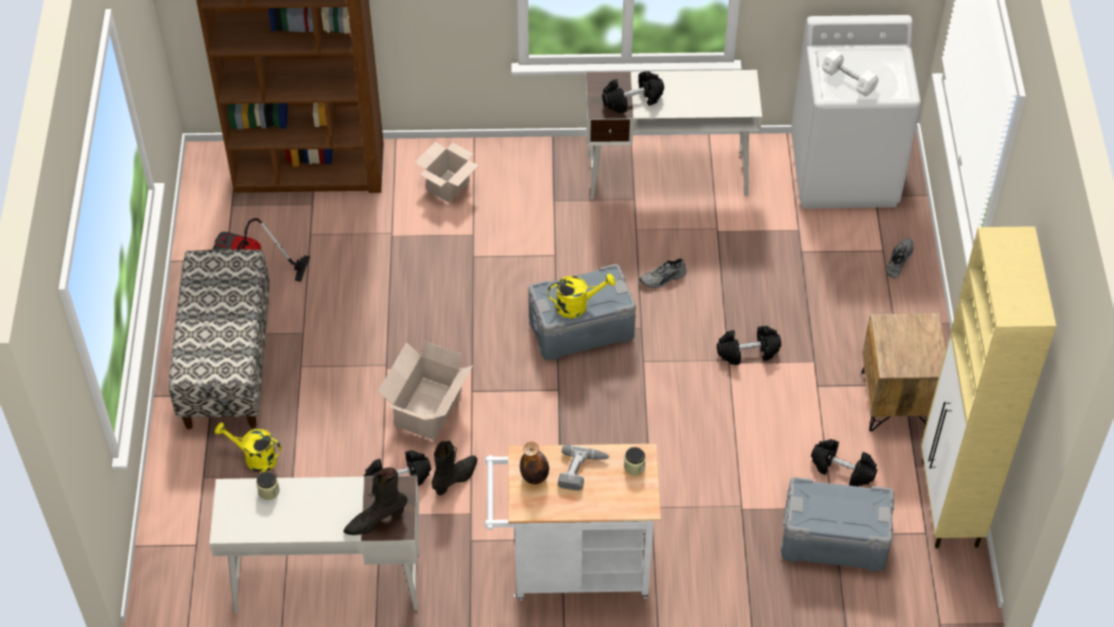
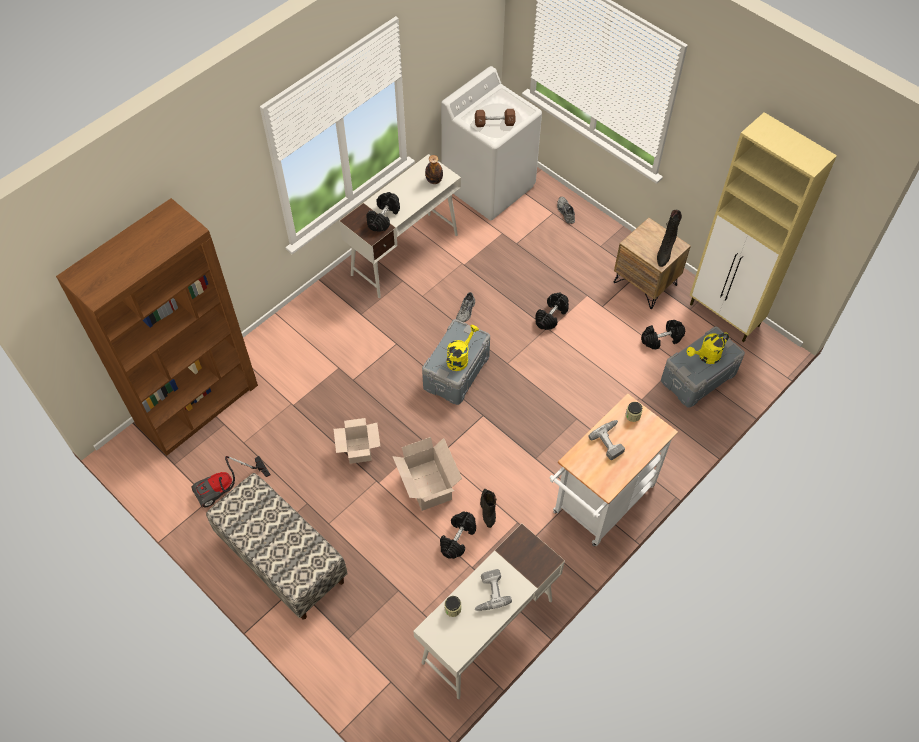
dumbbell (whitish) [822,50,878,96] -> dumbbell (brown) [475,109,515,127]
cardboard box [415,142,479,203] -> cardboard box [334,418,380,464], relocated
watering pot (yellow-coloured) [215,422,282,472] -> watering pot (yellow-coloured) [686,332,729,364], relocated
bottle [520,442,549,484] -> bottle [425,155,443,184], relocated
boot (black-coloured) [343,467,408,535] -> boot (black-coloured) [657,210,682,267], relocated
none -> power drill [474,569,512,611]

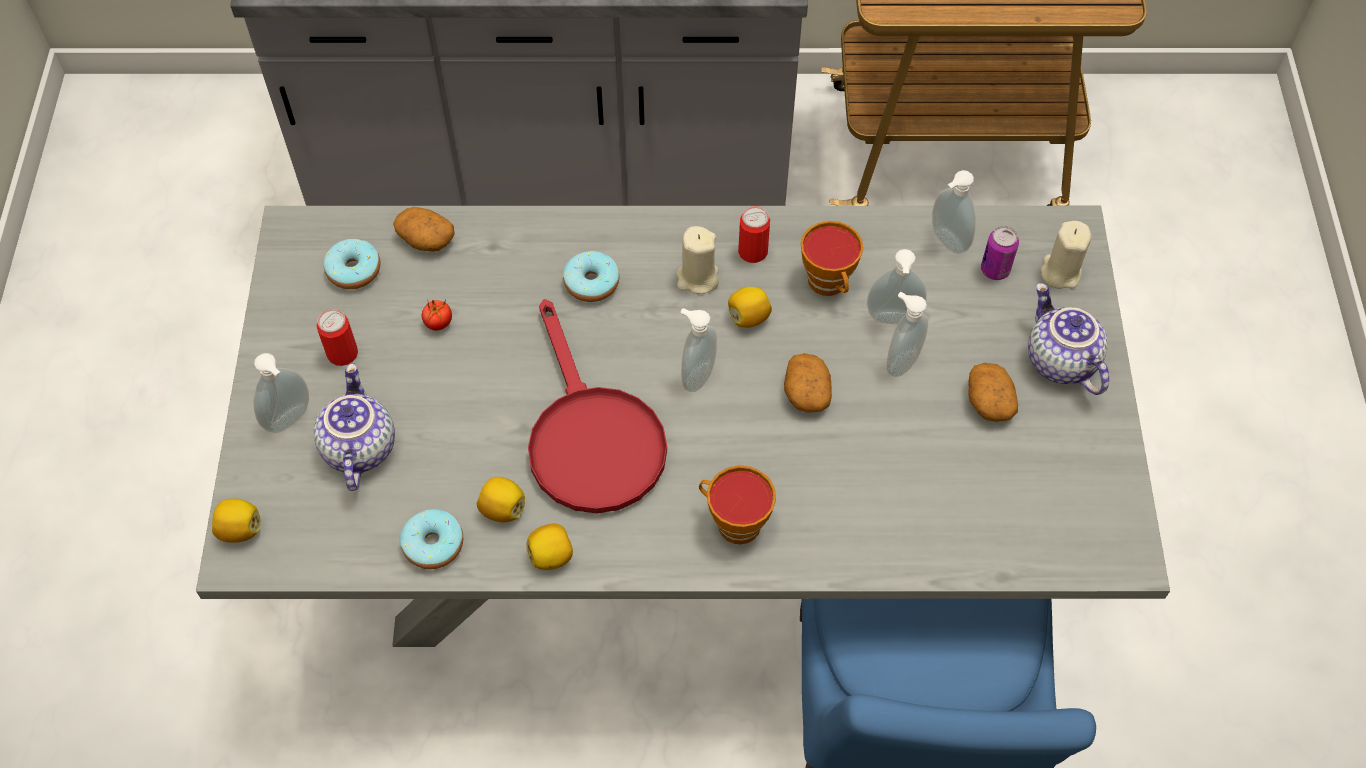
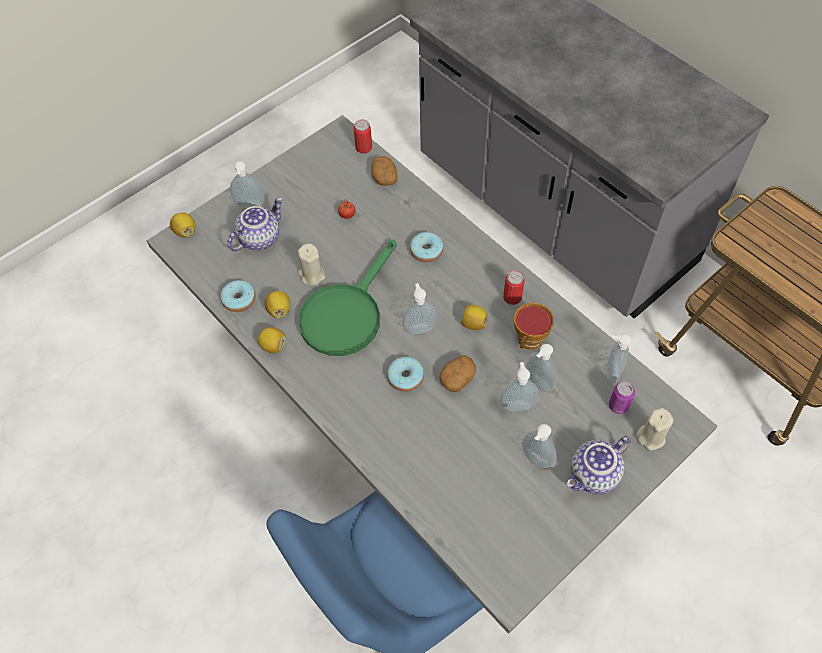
candle (beige-coloured) [676,226,719,294] -> candle (beige-coloured) [298,244,325,286], relocated
donut [324,239,380,289] -> donut [387,357,424,392], relocated
teapot [1028,283,1109,395] -> teapot [566,436,631,494], 150 degrees counterclockwise
pan (reddish) [528,299,667,513] -> pan (greenish) [298,239,397,356]
metal can [317,309,358,366] -> metal can [354,119,372,153], relocated
potato [968,363,1018,422] -> soap dispenser [522,424,556,469]
drinking cup [699,465,776,544] -> none

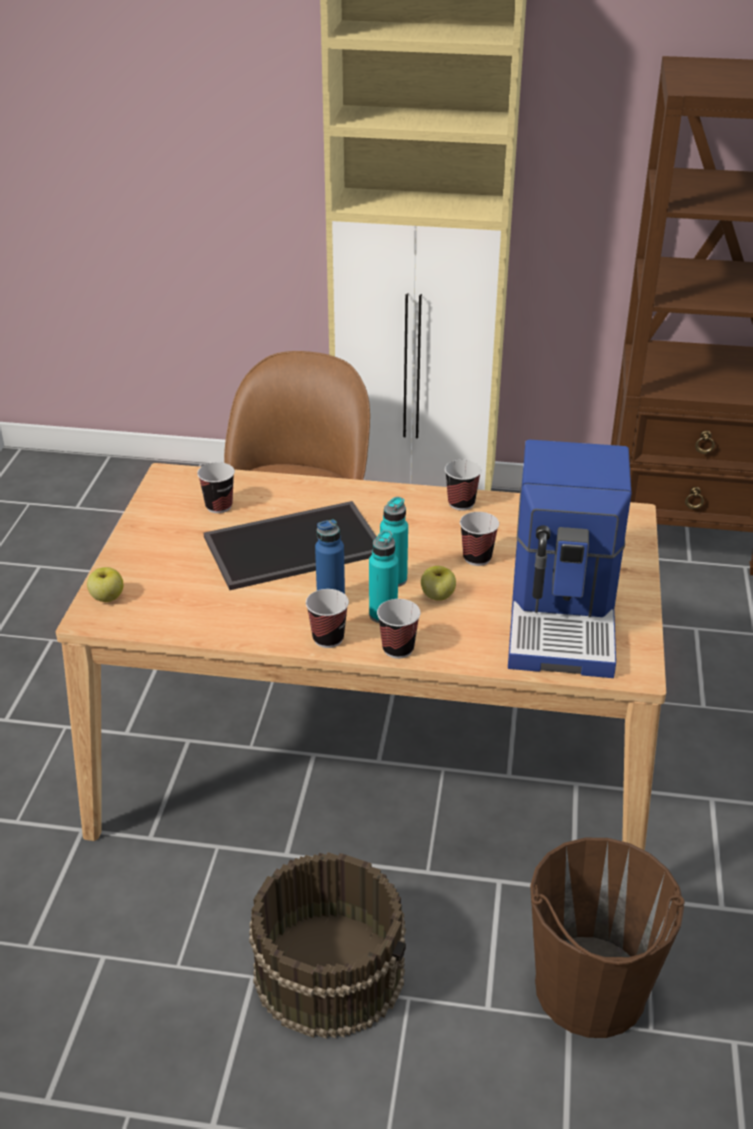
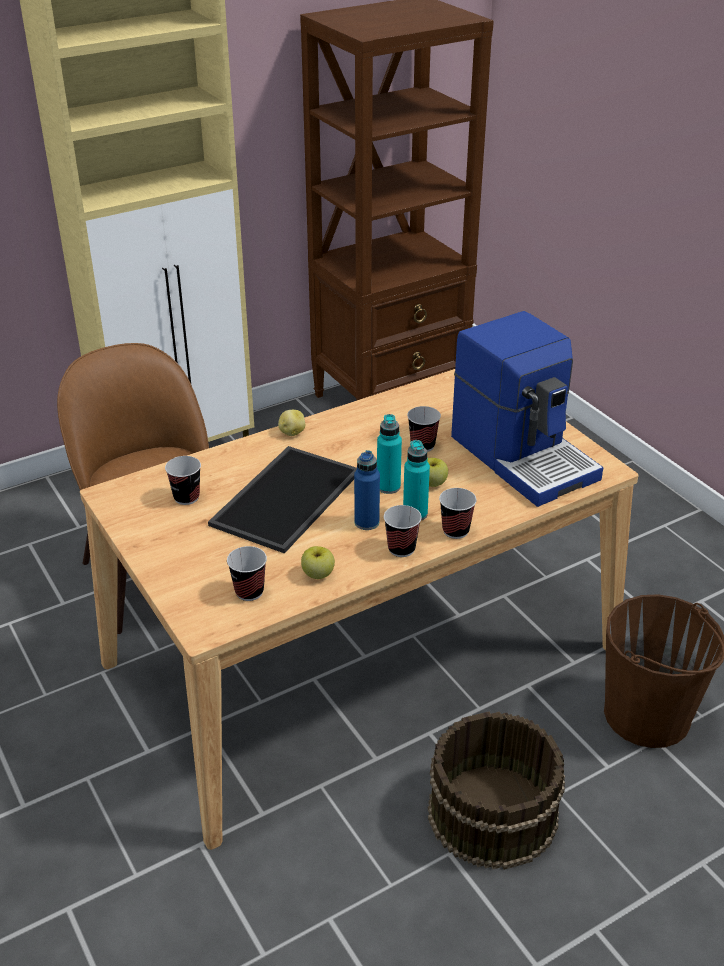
drinking cup [445,460,482,511] -> drinking cup [227,546,267,601], relocated
apple [87,567,123,602] -> apple [301,546,335,579], relocated
none -> potato [278,410,305,436]

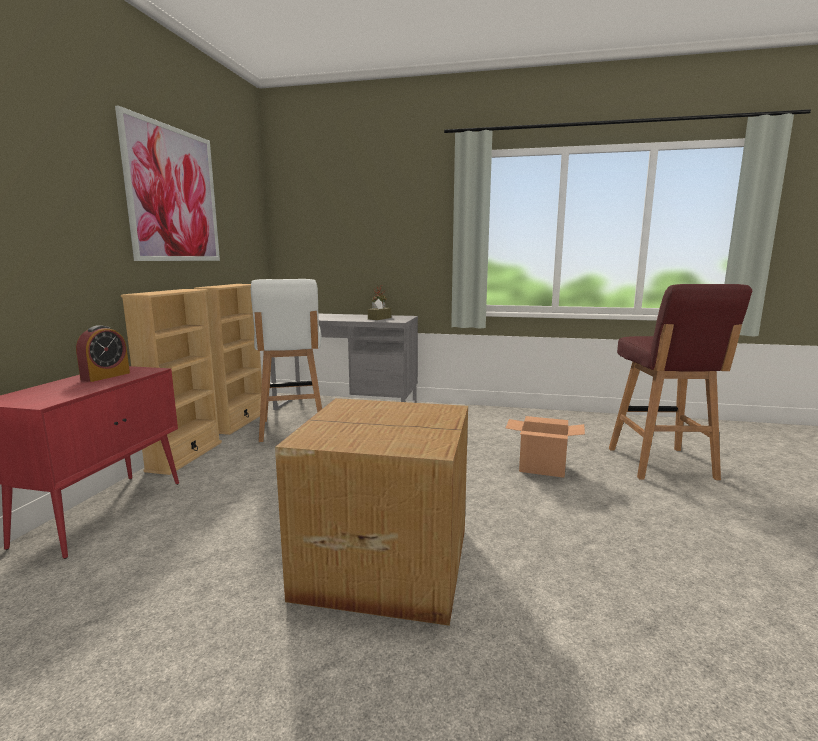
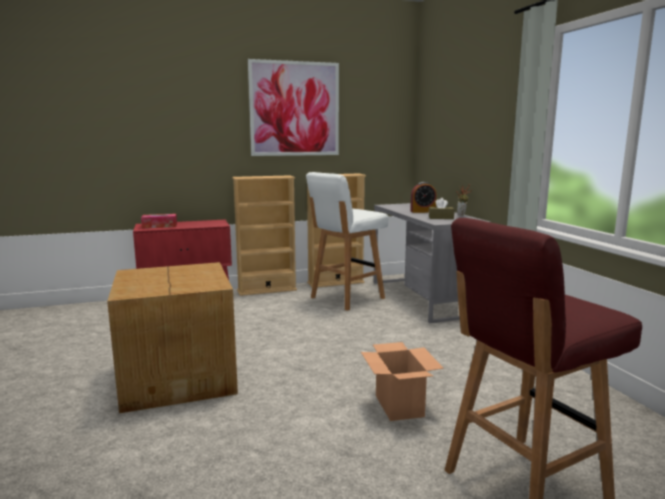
alarm clock [76,325,130,382] -> alarm clock [410,182,437,213], relocated
none -> tissue holder [141,214,177,228]

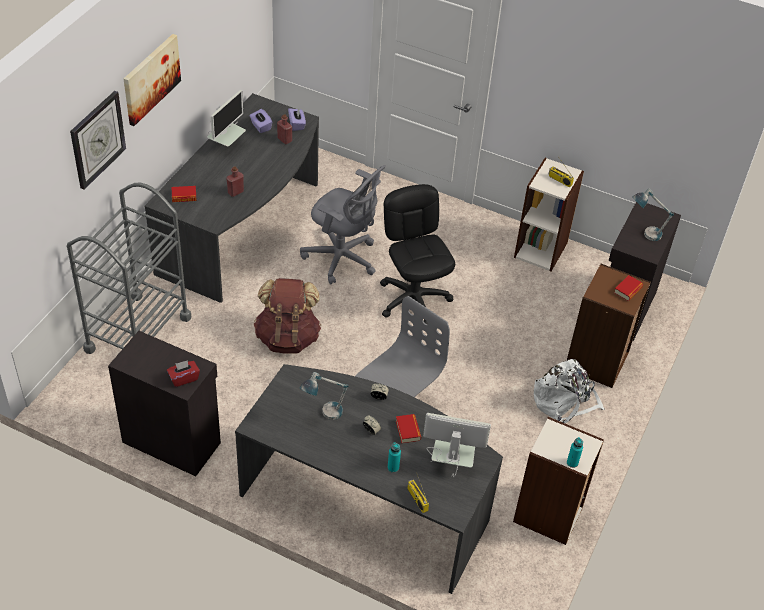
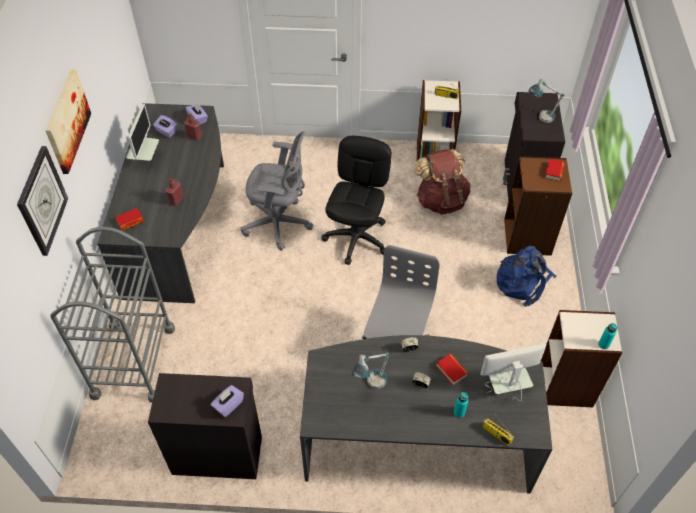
office chair (black-coloured) [380,184,455,324] -> office chair (black-coloured) [321,136,392,265], 60 degrees clockwise
rucksack (brown) [254,278,321,354] -> rucksack (brown) [415,149,471,215], relocated
rucksack (whitish) [534,359,604,423] -> rucksack (blue) [497,246,556,307]
tissue holder (reddish) [167,360,200,387] -> tissue holder (purplish) [211,385,244,417]

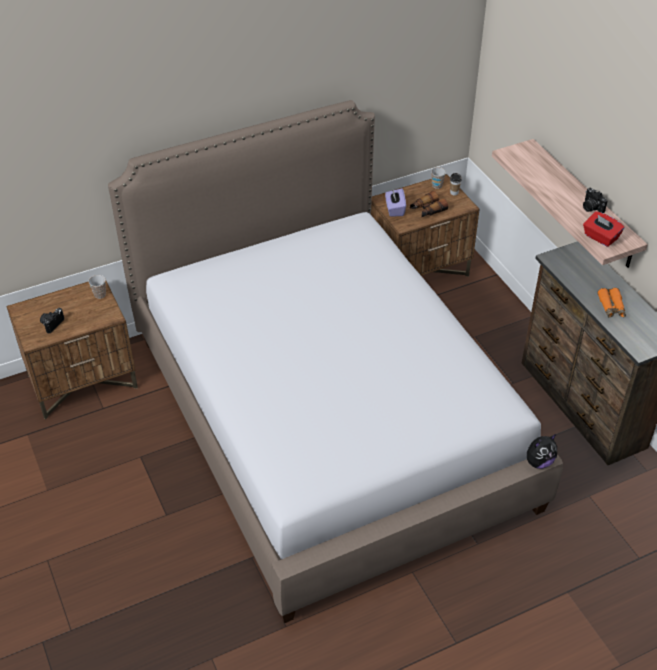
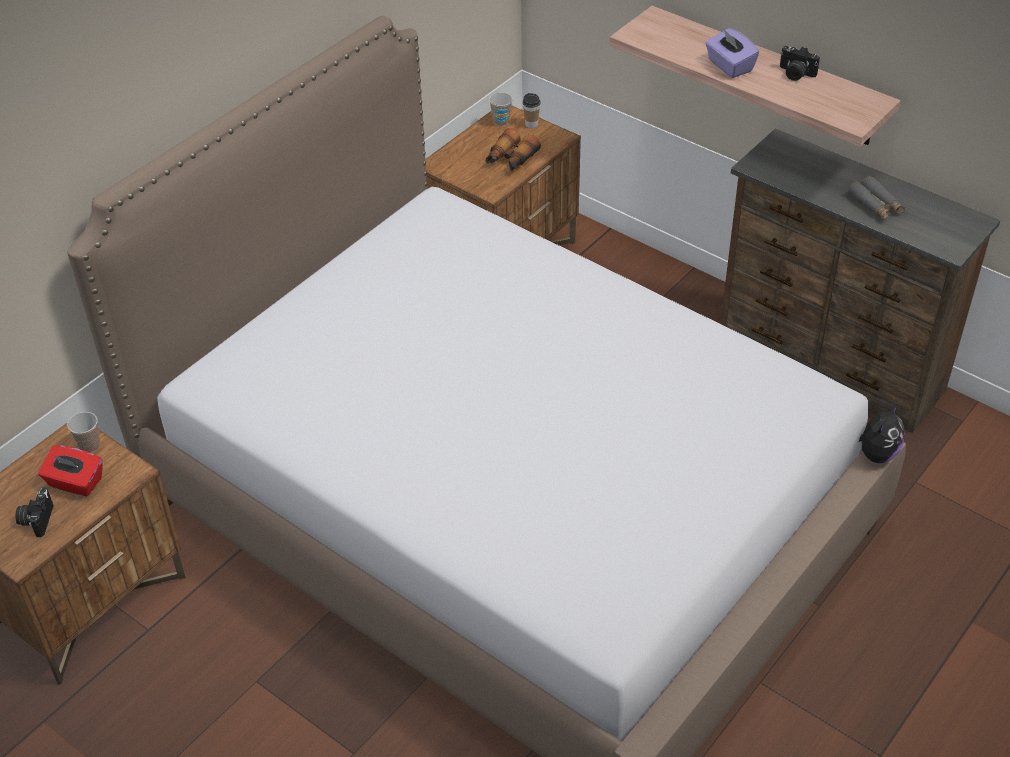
tissue holder (purplish) [385,188,406,217] -> tissue holder (purplish) [705,28,759,78], relocated
tissue holder (reddish) [583,211,624,247] -> tissue holder (reddish) [38,445,102,496], relocated
pair of binoculars (orange-coloured) [597,288,626,318] -> pair of binoculars (greyish) [848,176,905,220]

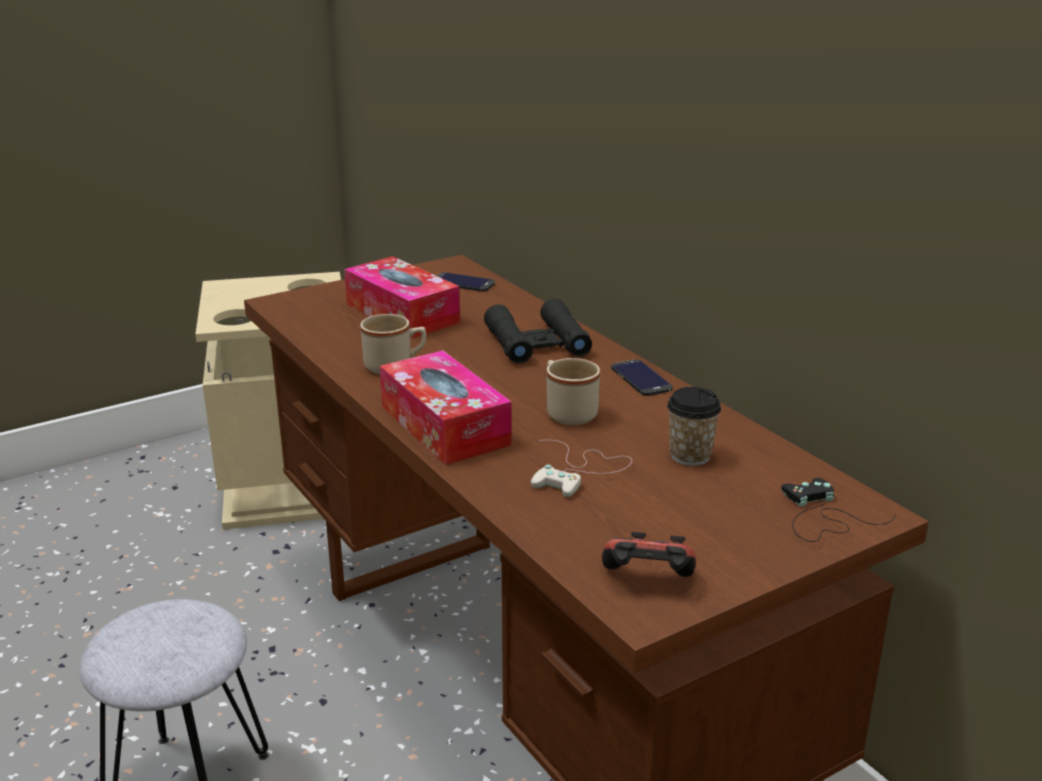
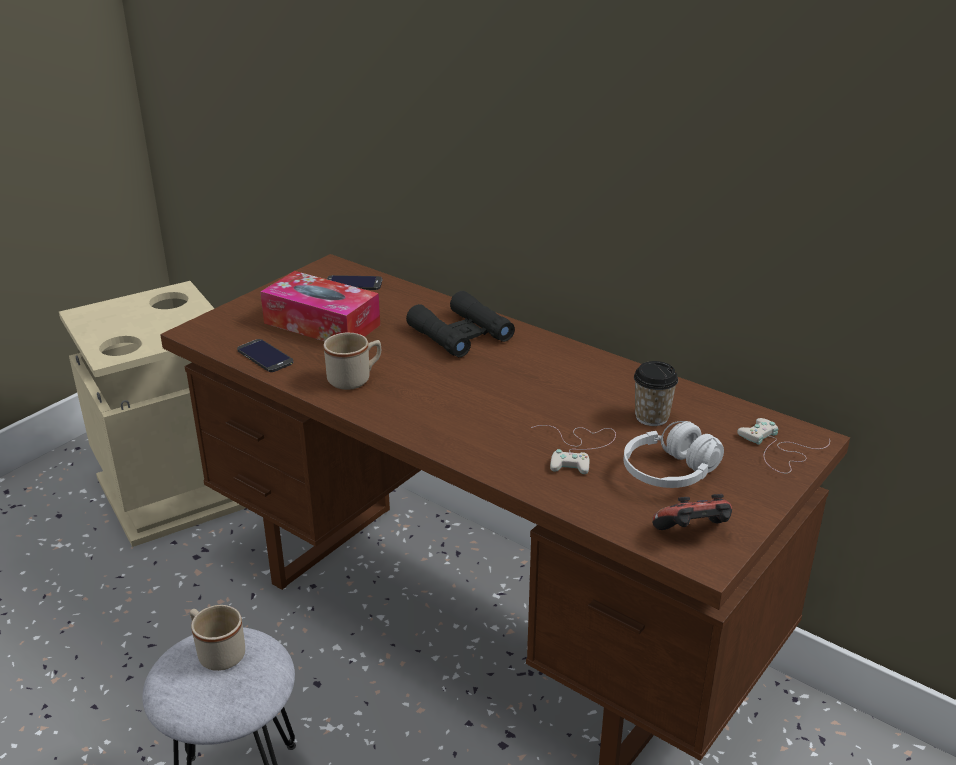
tissue holder [380,350,512,465] -> none
coffee mug (beige-coloured) [546,358,600,425] -> coffee mug (beige-coloured) [190,605,245,671], relocated
telephone [611,359,673,396] -> telephone [237,339,293,372], relocated
game controller (black-coloured) [781,478,896,542] -> game controller (whitish) [737,418,830,474]
none -> headphones (whitish) [624,421,724,488]

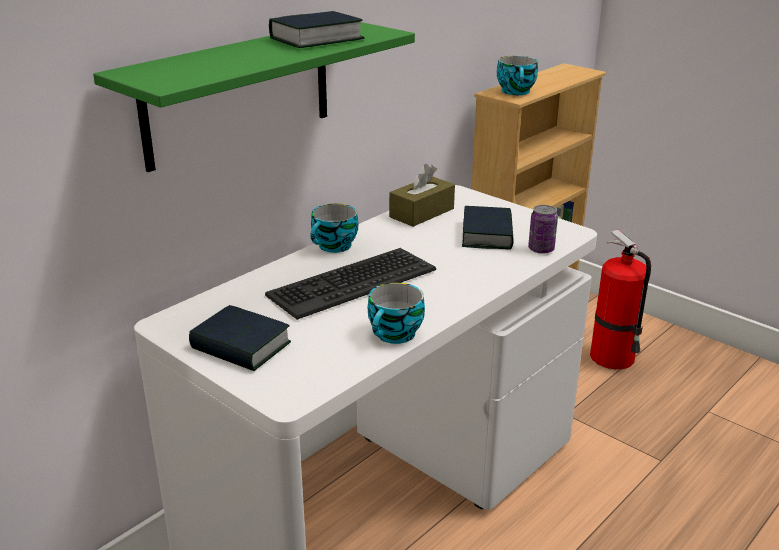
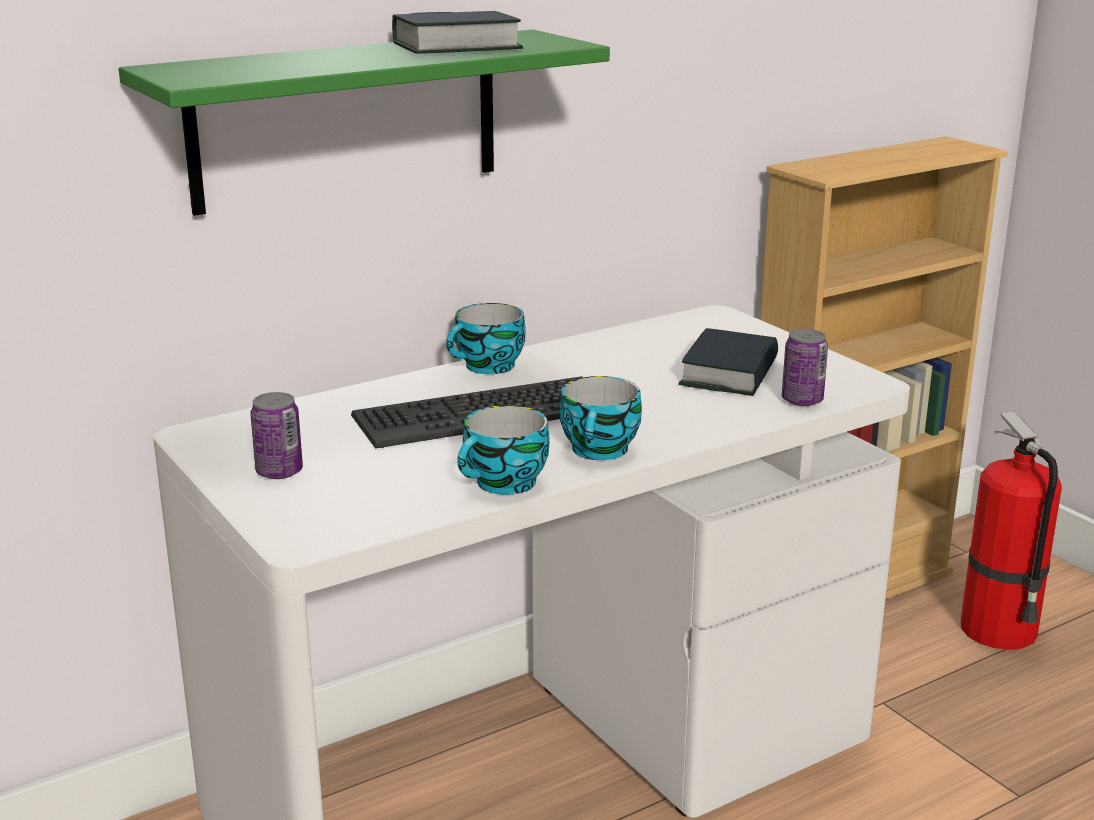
drinking cup [497,56,538,95] -> drinking cup [559,376,642,460], relocated
tissue holder (brown) [389,164,455,227] -> none
book [189,305,291,371] -> metal can [250,392,303,479]

